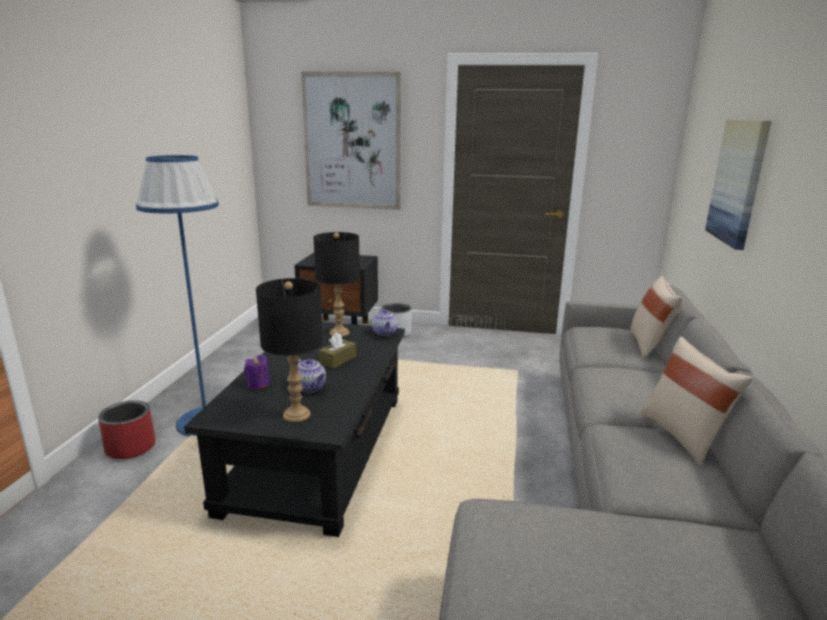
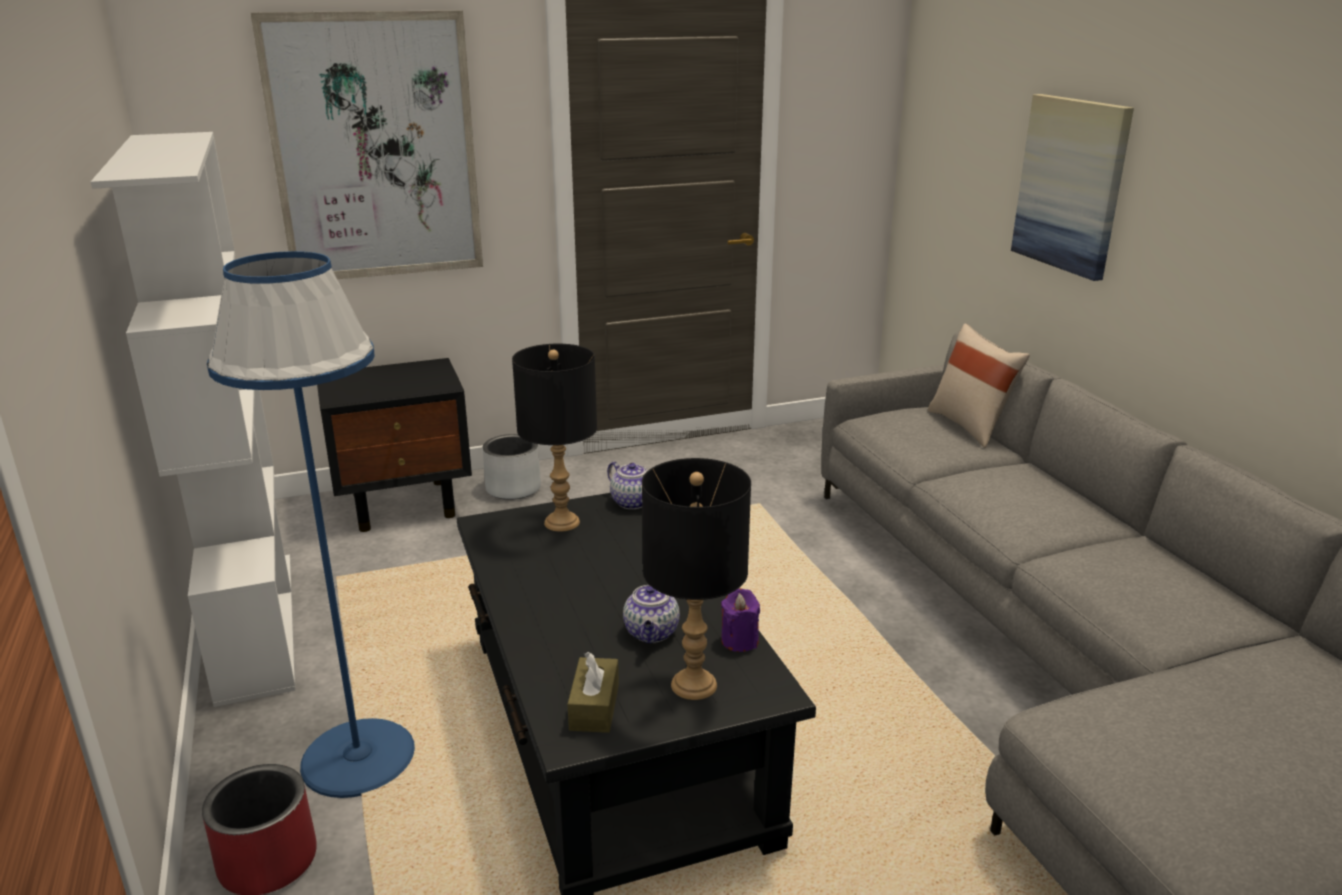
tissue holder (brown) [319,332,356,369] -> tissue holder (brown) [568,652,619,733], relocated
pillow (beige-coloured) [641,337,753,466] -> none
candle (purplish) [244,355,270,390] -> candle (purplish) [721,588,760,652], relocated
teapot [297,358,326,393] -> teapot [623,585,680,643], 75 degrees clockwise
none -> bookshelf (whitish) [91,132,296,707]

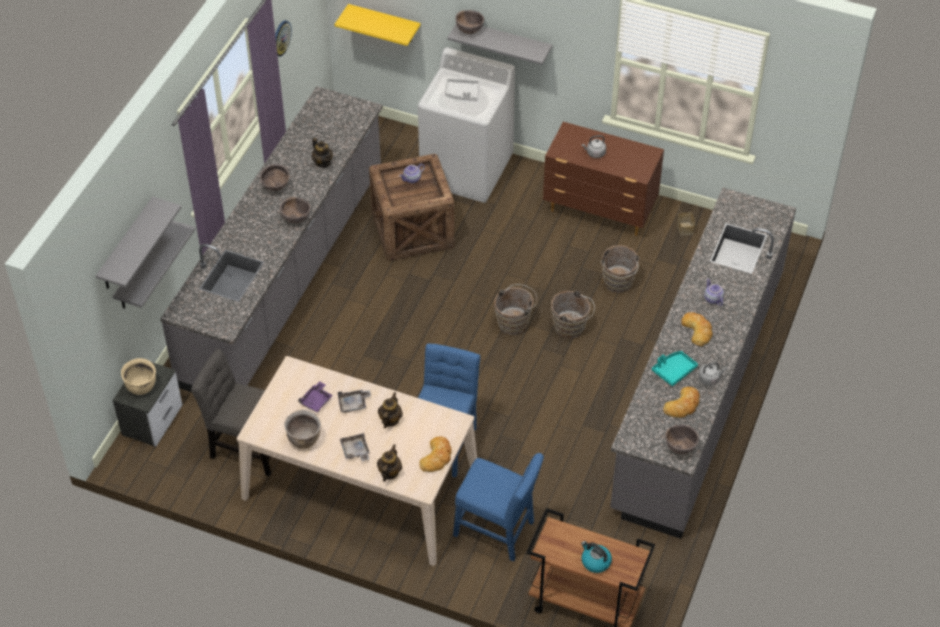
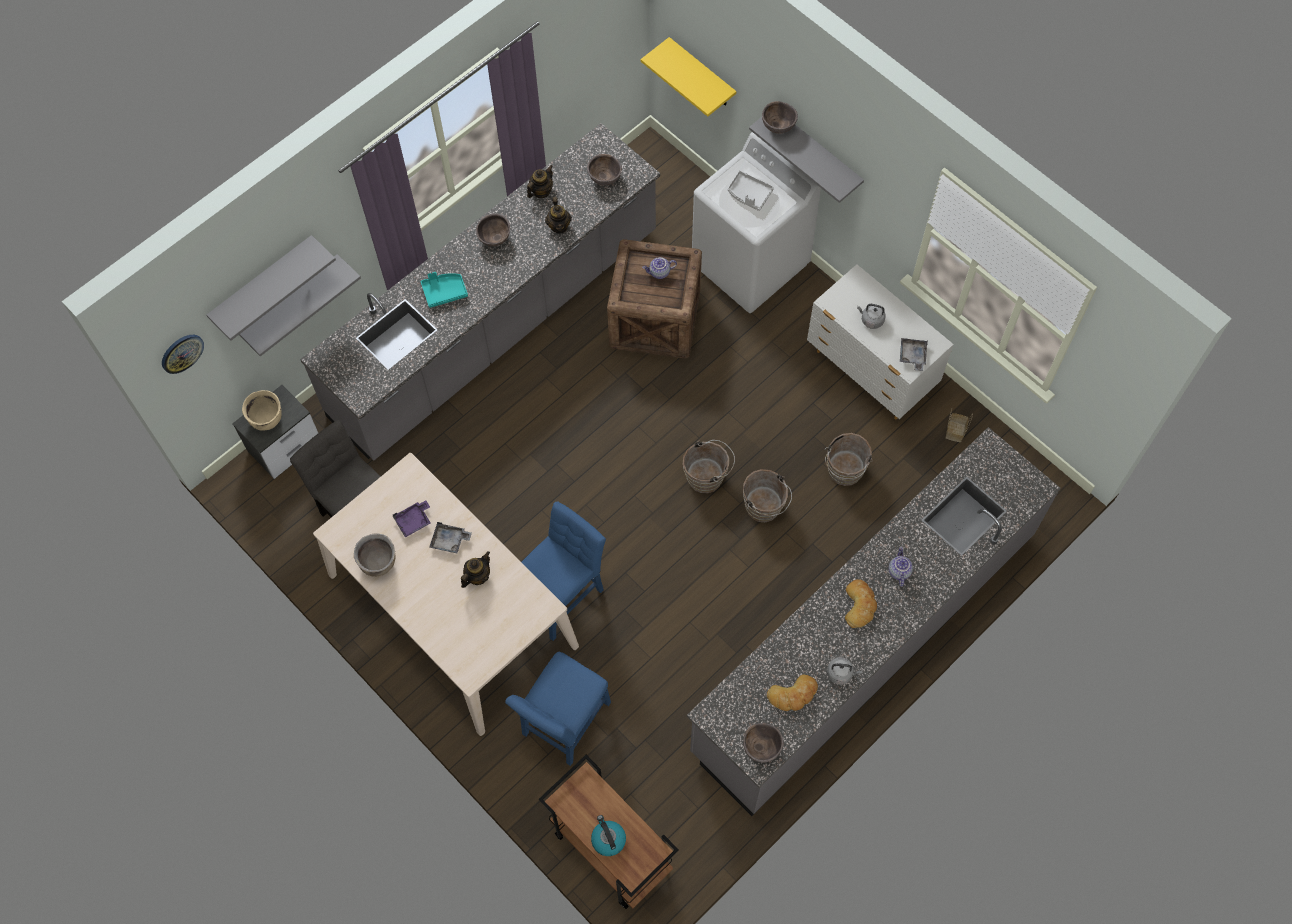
hanging clock [275,20,292,57] -> hanging clock [162,335,204,374], relocated
dresser (brown) [543,122,664,236] -> dresser (whitish) [807,264,954,419]
deep dish (brown) [280,197,311,223] -> deep dish (brown) [587,154,622,185], relocated
carrying tray (turquoise) [652,351,698,386] -> carrying tray (turquoise) [421,272,468,308], relocated
carrying tray (greyish) [340,432,370,461] -> carrying tray (greyish) [900,338,928,371], relocated
bakery bread [419,436,452,472] -> none
teapot [377,444,402,482] -> teapot [527,165,553,198], relocated
upright chair (blue) [453,453,544,562] -> upright chair (blue) [505,652,611,766], 75 degrees clockwise

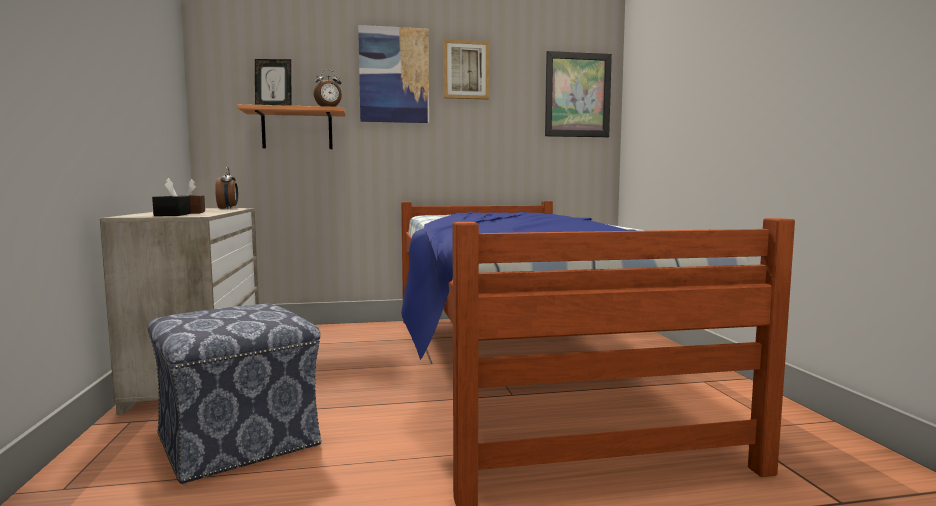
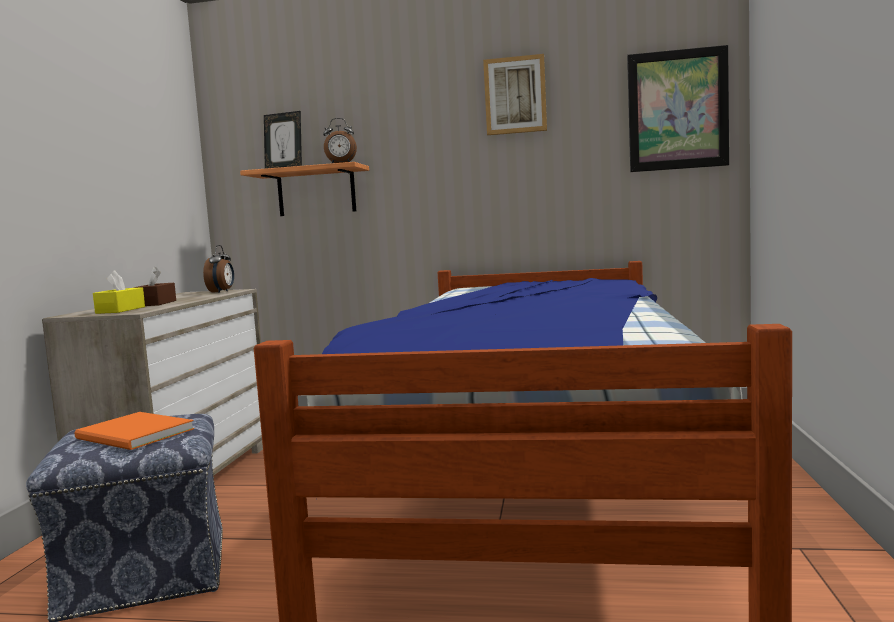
wall art [358,25,429,123] -> none
tissue holder (black-coloured) [152,178,191,216] -> tissue holder (yellow-coloured) [93,270,145,314]
none -> book (orange-coloured) [74,412,194,450]

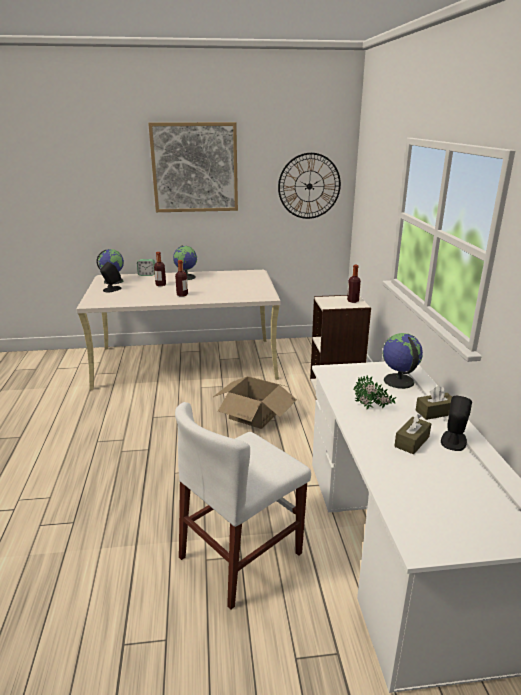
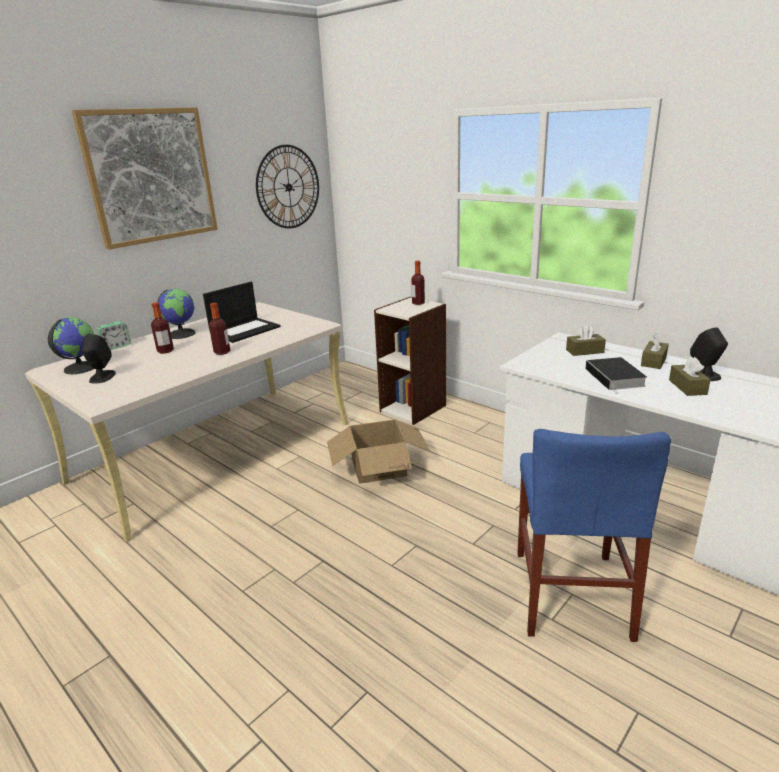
globe [383,333,423,389] -> tissue holder (brown) [566,324,606,356]
houseplant [353,375,396,409] -> book [585,357,647,394]
upright chair (whitish) [175,402,311,610] -> upright chair (blue) [518,429,671,642]
none -> laptop [203,282,281,343]

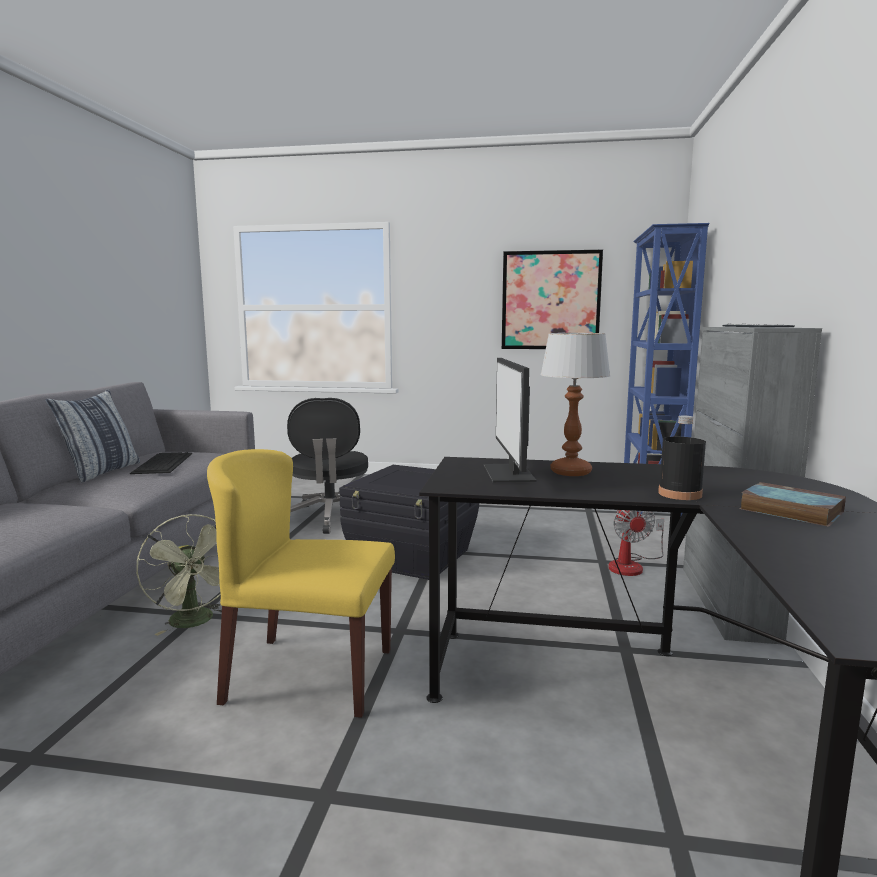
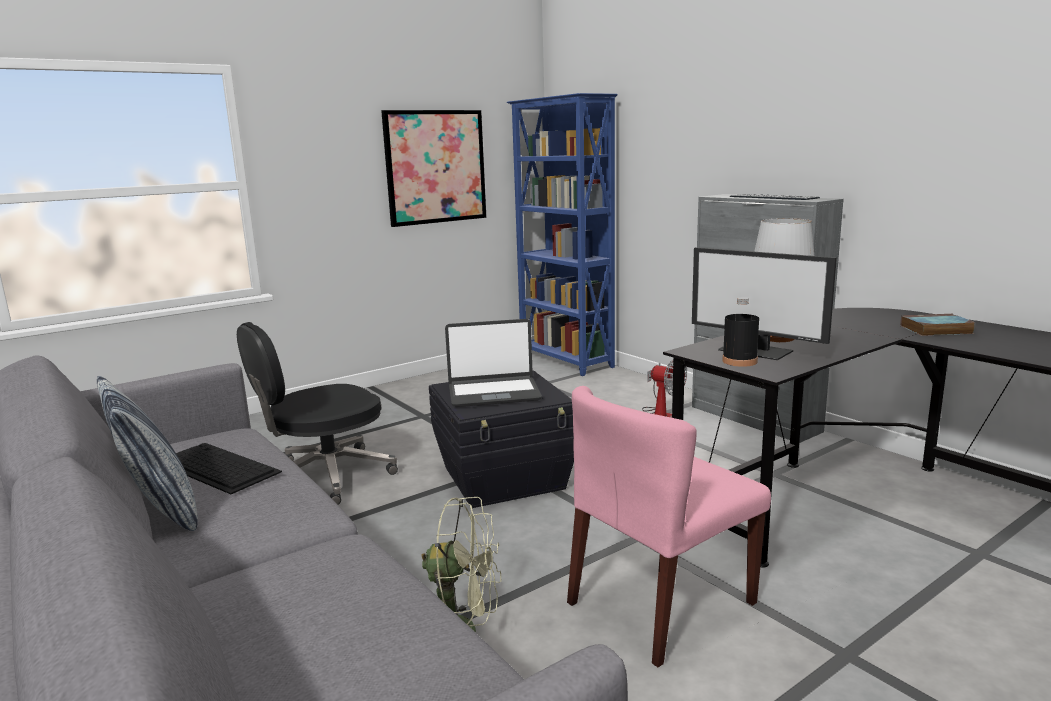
office chair (black-coloured) [287,398,368,534] -> office chair (black-coloured) [237,322,398,505], 105 degrees clockwise
bottle (black-coloured) [658,416,706,500] -> bottle (black-coloured) [722,297,759,367], relocated
upright chair (yellow-coloured) [207,449,395,718] -> upright chair (pink) [567,386,771,667]
none -> laptop [445,319,542,407]

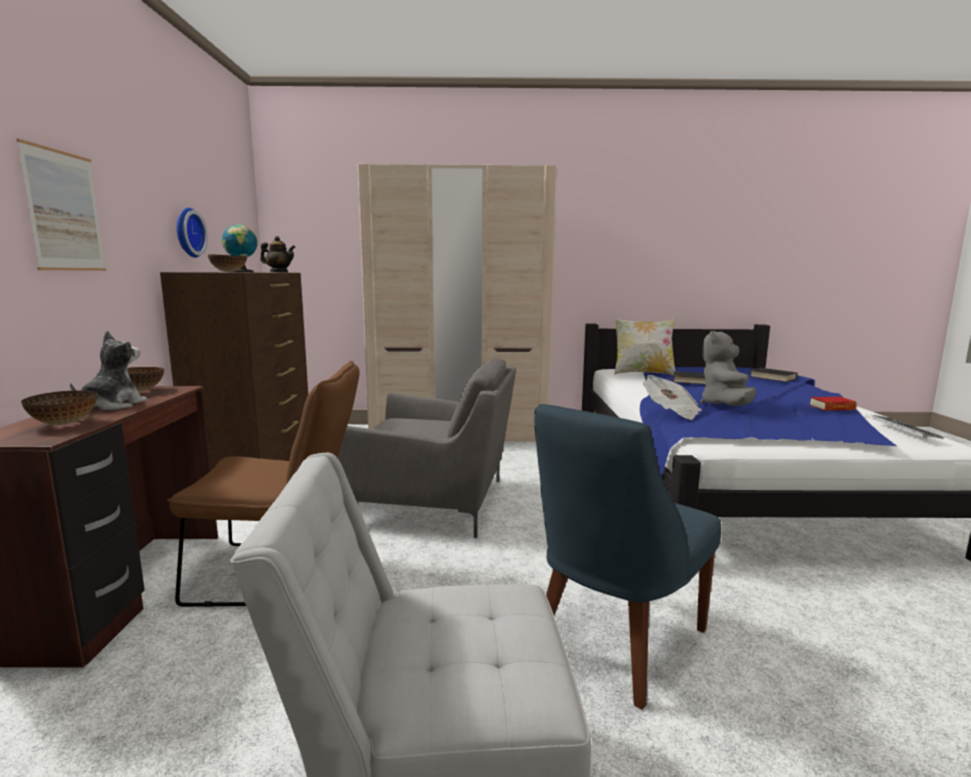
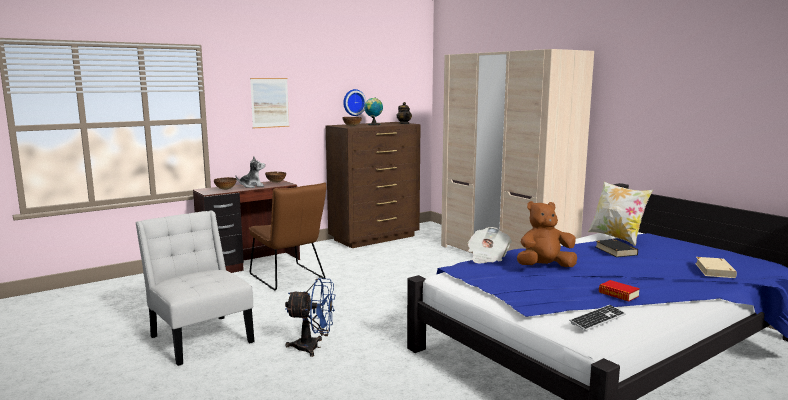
soft toy (greyish) [701,330,756,406] -> soft toy (brown) [517,201,577,267]
armchair (greyish) [338,358,516,538] -> none
book (black-coloured) [749,368,797,382] -> book (beige-coloured) [695,257,737,278]
upright chair (blue) [534,404,721,710] -> fan (blue) [285,278,335,357]

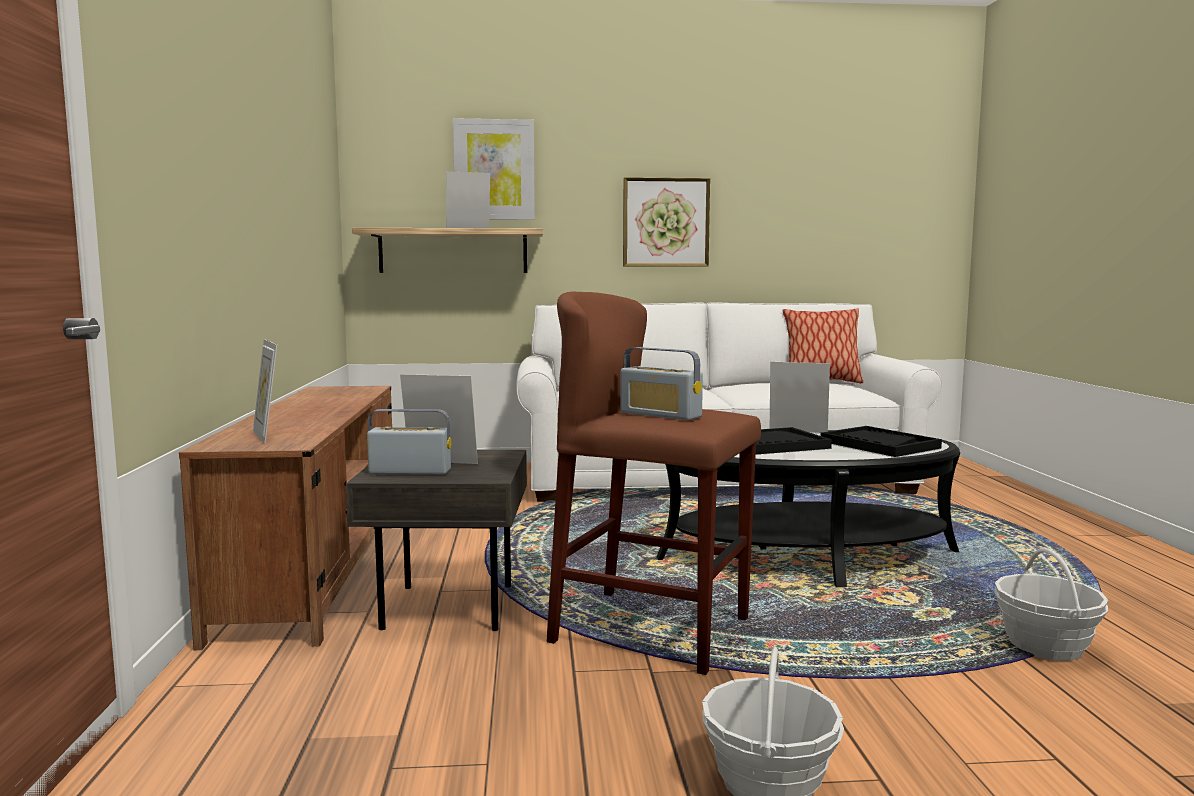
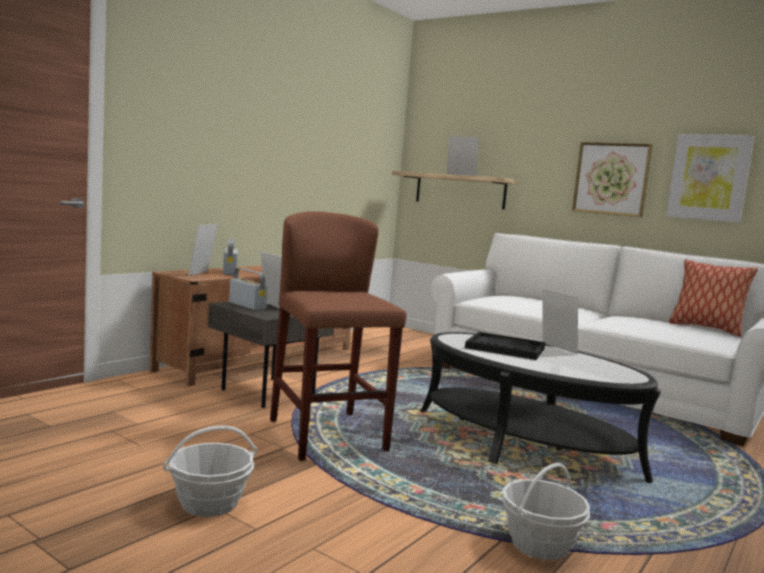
wall art [453,118,535,220] -> wall art [666,134,754,223], relocated
radio [620,347,703,420] -> radio [223,239,238,275], relocated
carrying tray (black-coloured) [820,426,942,457] -> none

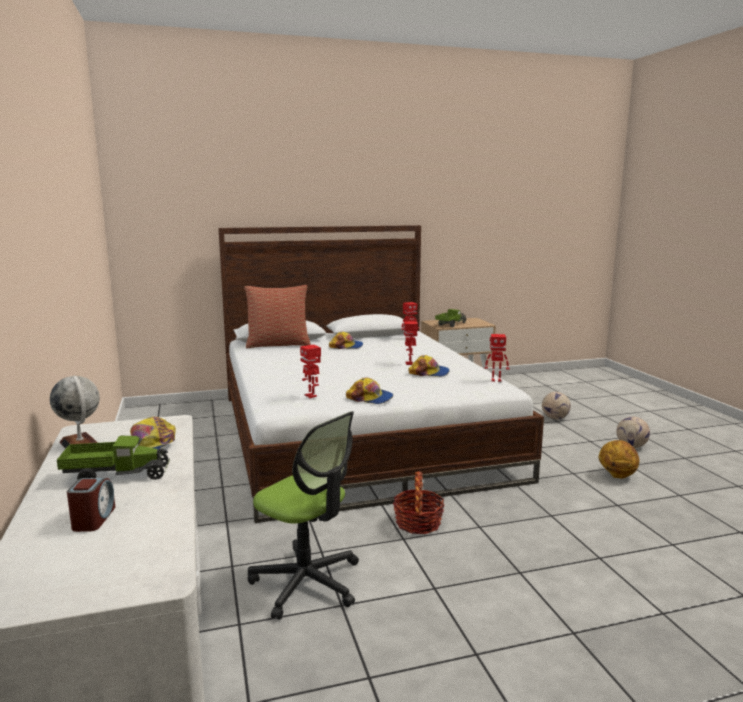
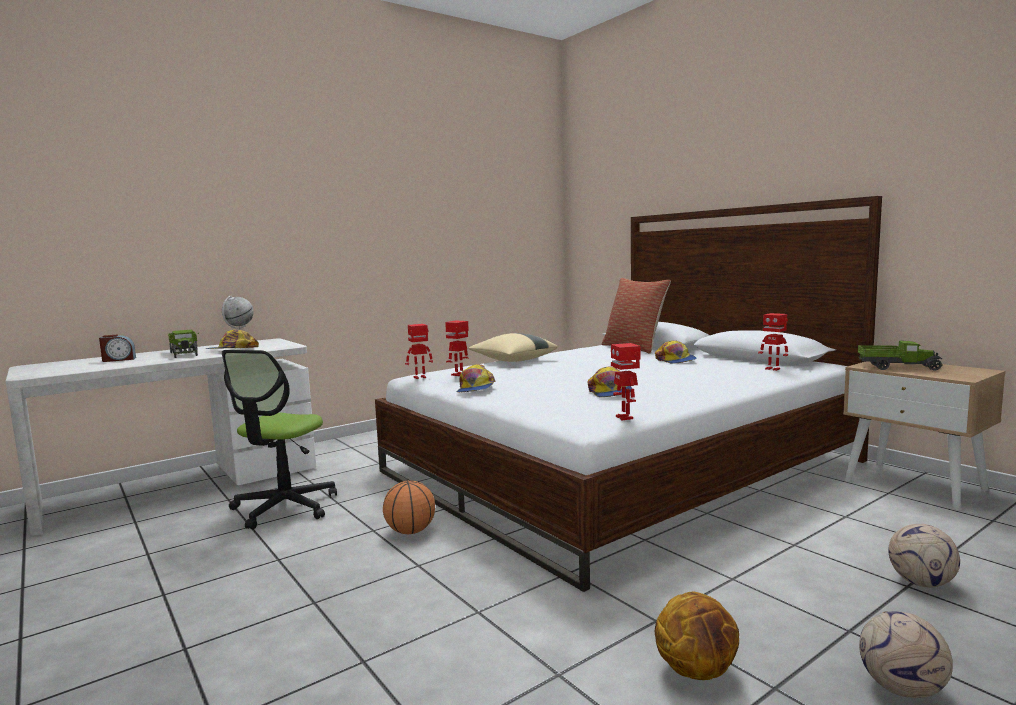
model robot [404,321,418,365] -> model robot [405,324,433,379], relocated
storage basket [393,471,444,534] -> basketball ball [383,480,435,534]
none -> pillow (beige-coloured) [468,333,558,362]

